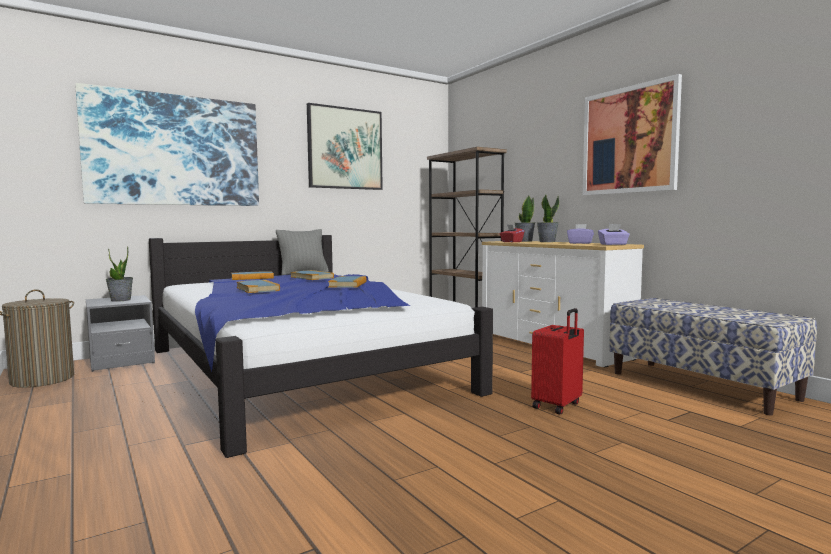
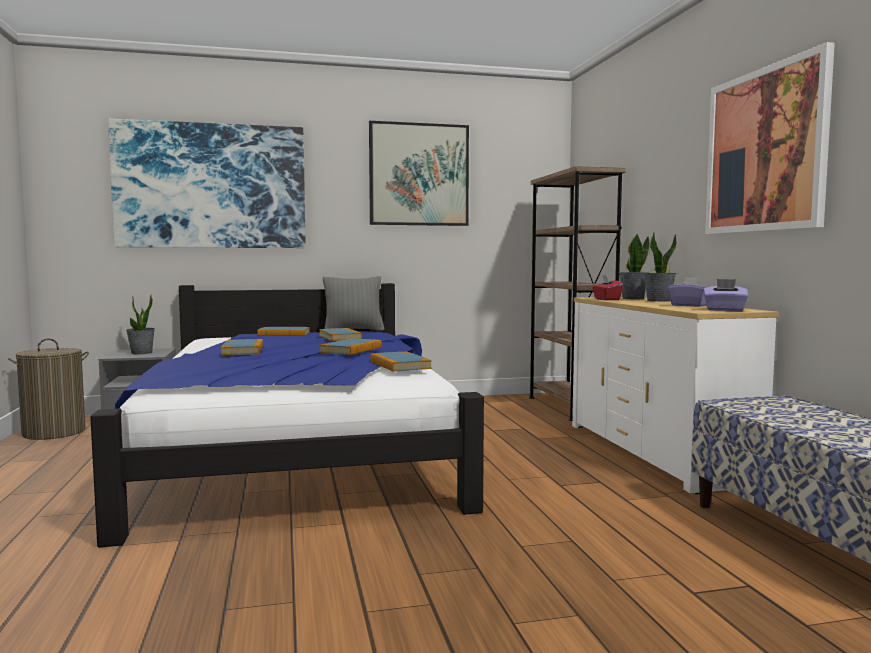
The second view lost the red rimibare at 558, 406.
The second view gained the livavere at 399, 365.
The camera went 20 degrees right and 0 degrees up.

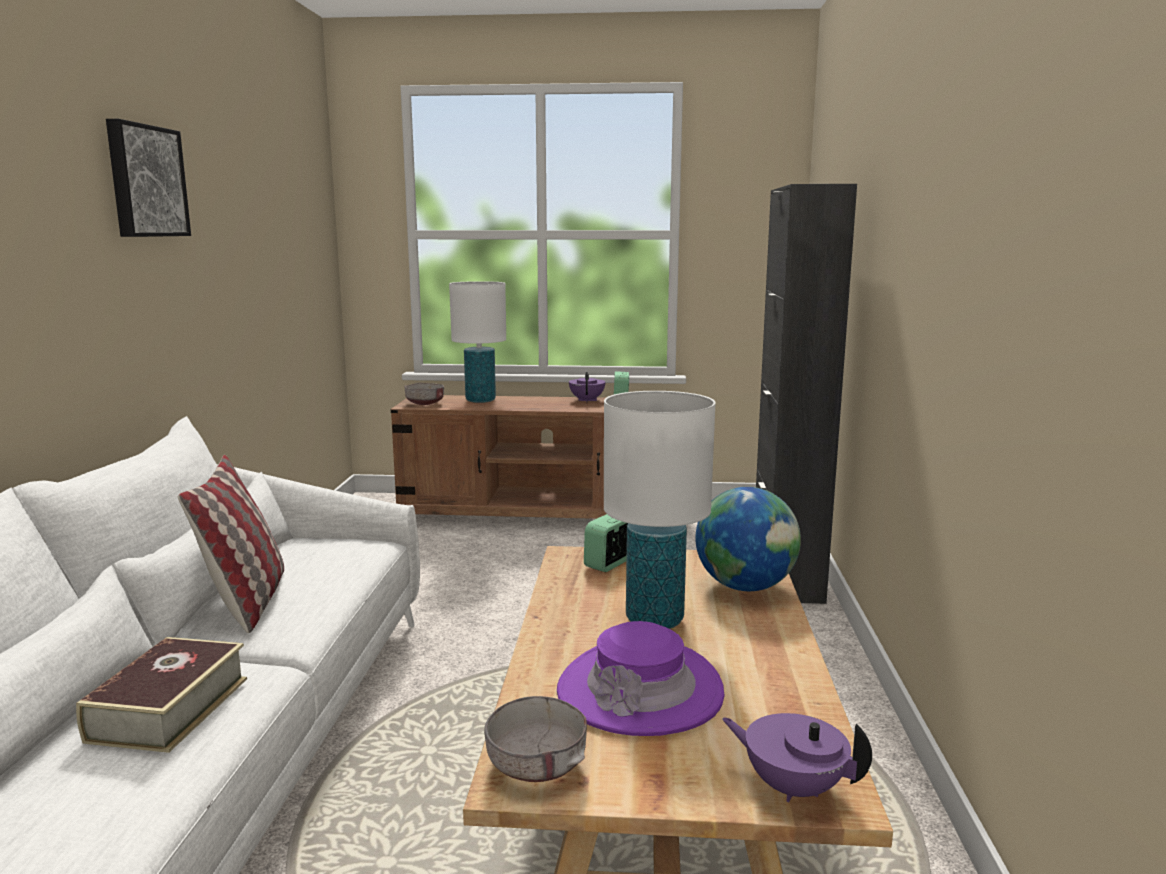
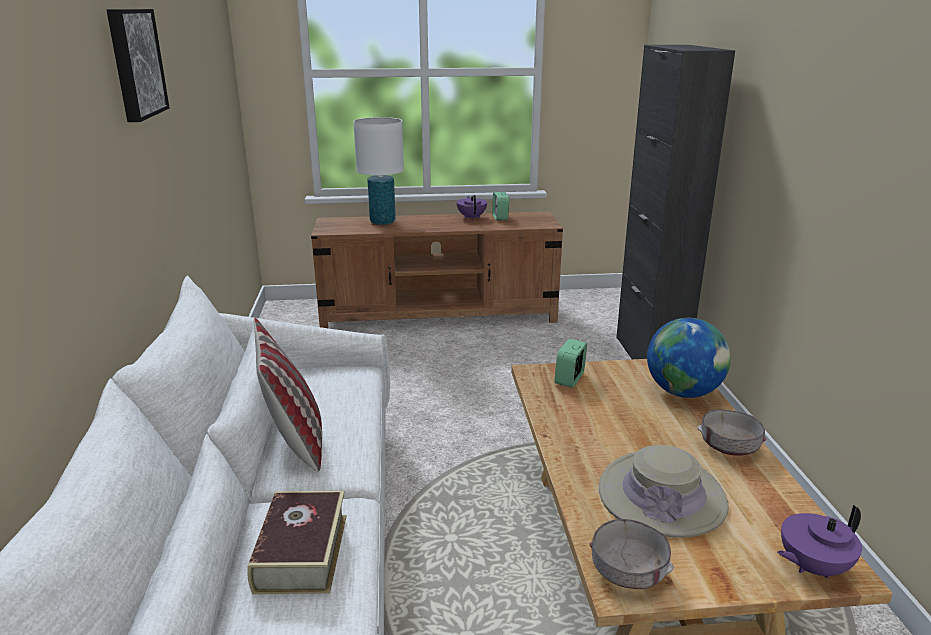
The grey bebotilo ended up elsewhere, having gone from 425, 404 to 729, 447.
What was the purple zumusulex at 640, 690 turned into the beige zumusulex at 662, 496.
The second view lost the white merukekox at 654, 620.
The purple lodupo at 793, 787 ended up facing another way, 45 degrees counterclockwise from before.
The camera went 10 degrees left and 10 degrees up.

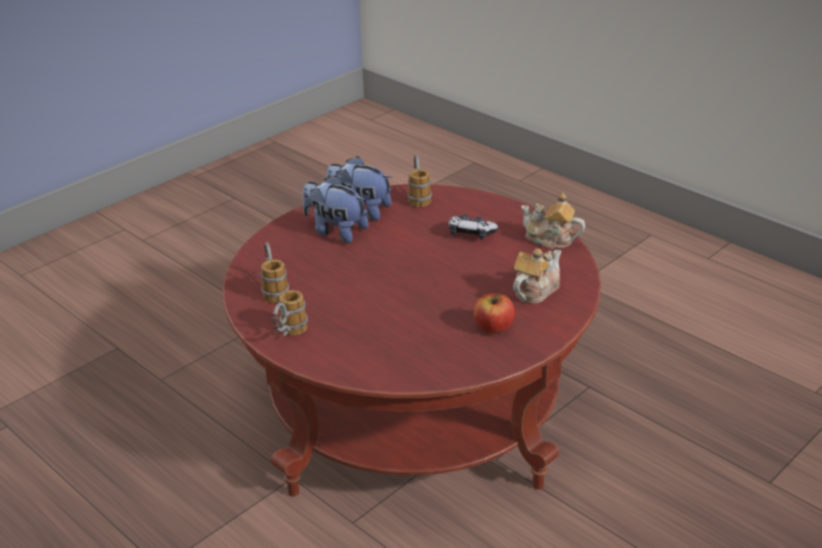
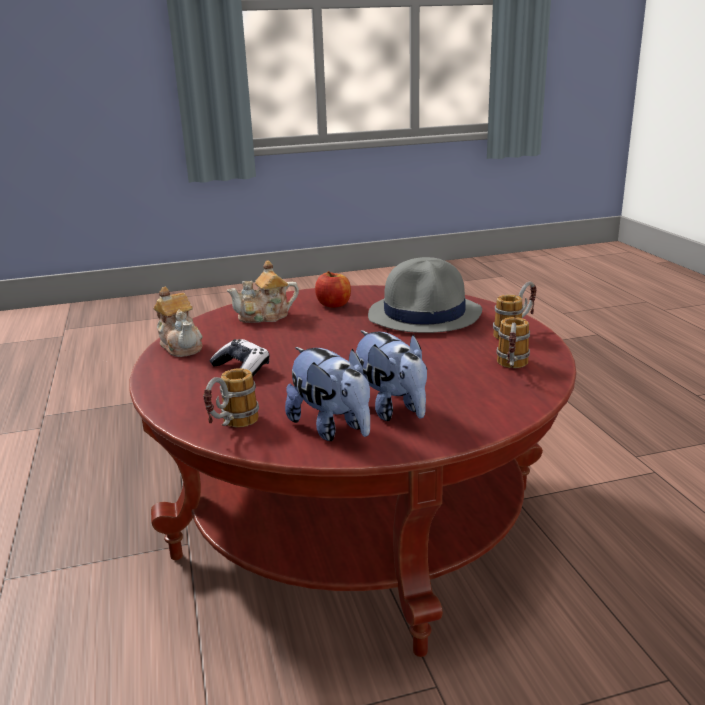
The second view gained the grey zumusulex at 425, 315.
The camera went 150 degrees left and 10 degrees down.

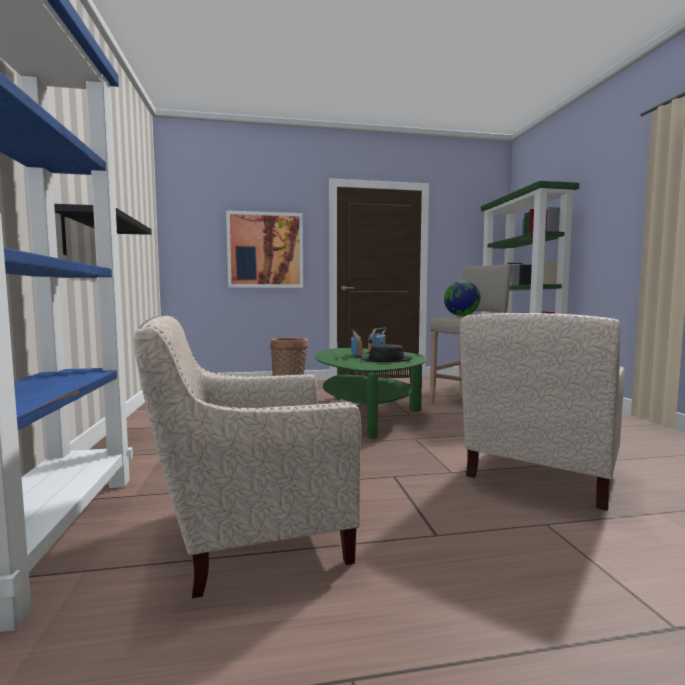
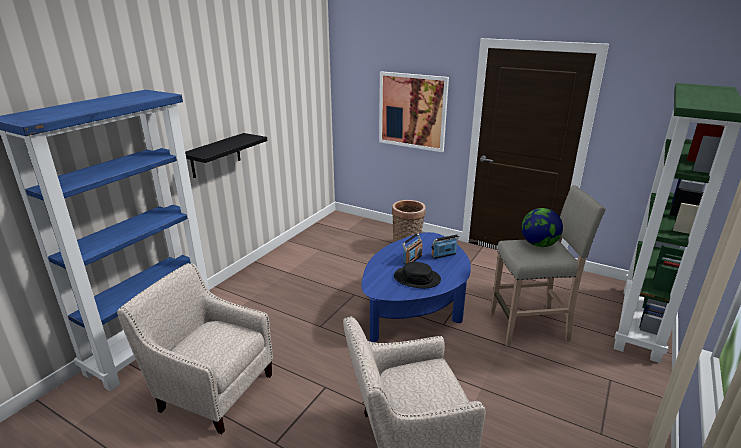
What was the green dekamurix at 367, 413 turned into the blue dekamurix at 415, 307.
The camera went 40 degrees right and 20 degrees up.

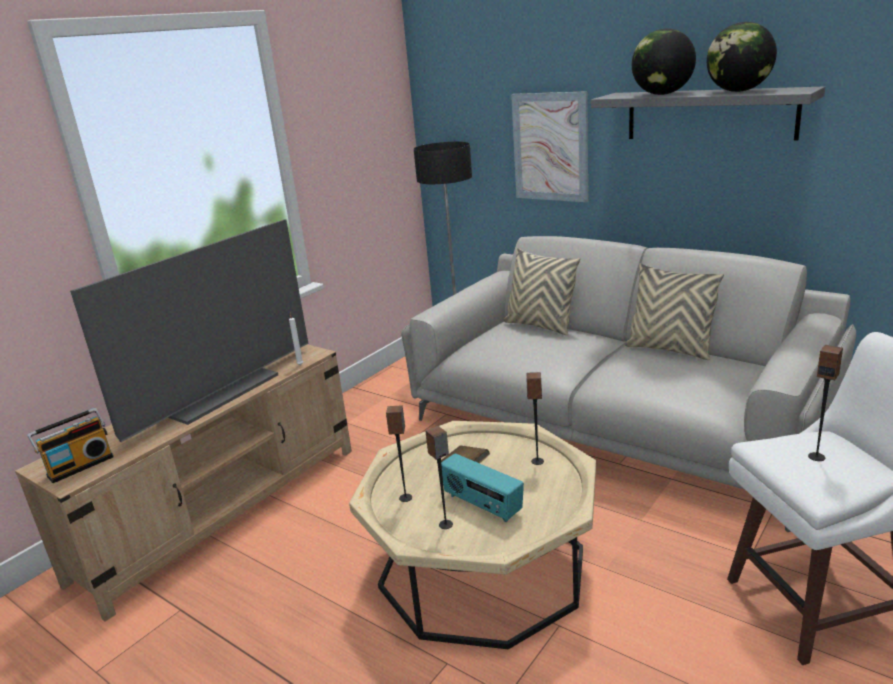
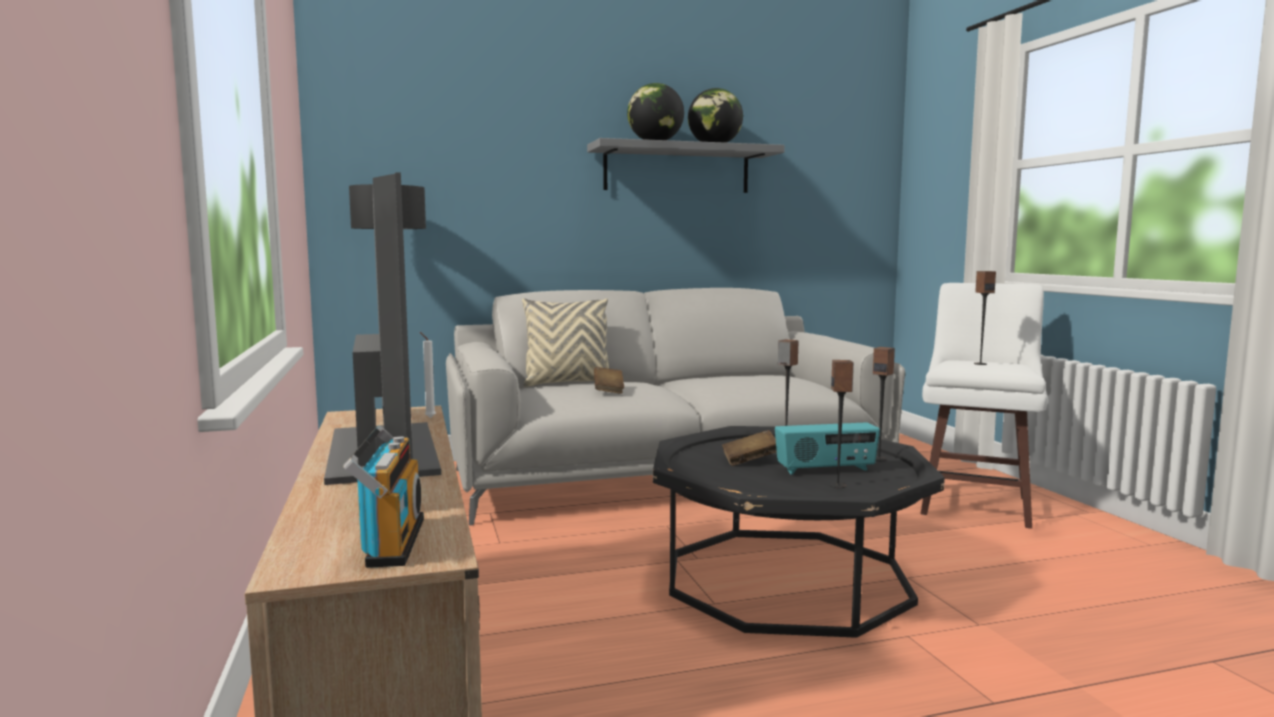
What was the beige dekamurix at 482, 568 turned into the black dekamurix at 786, 579.
The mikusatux ended up elsewhere, having gone from 406, 498 to 879, 459.
The second view lost the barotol at 550, 147.
The second view lost the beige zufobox at 670, 349.
The second view gained the brown livavere at 608, 390.
The camera went 55 degrees left and 15 degrees down.

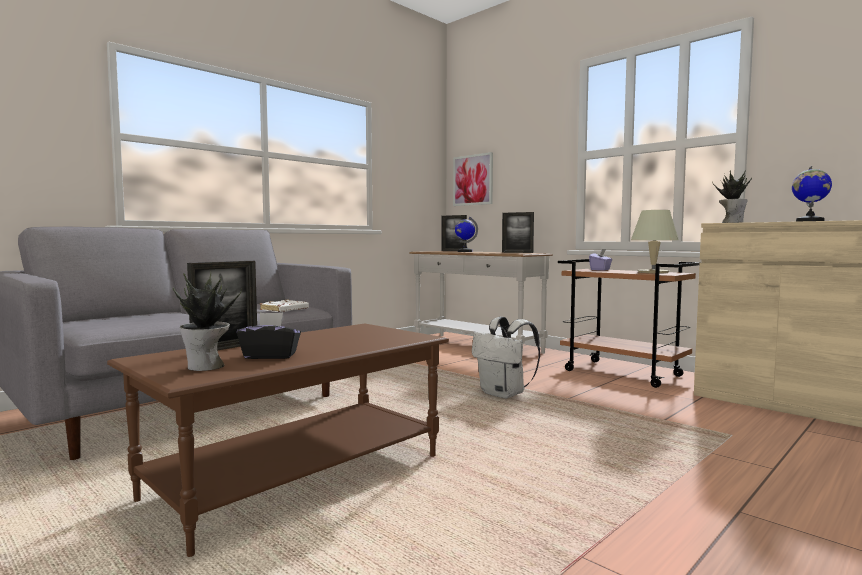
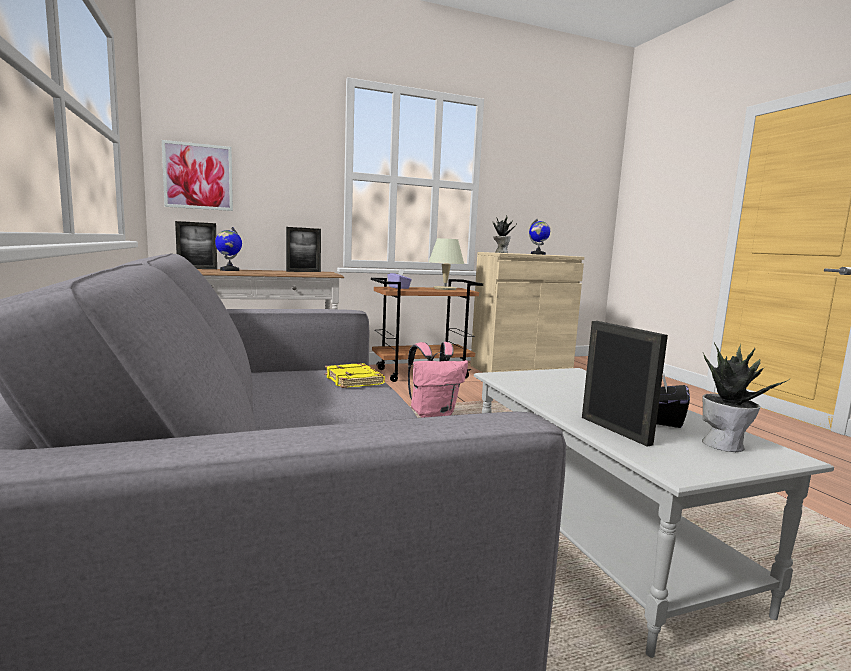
What was the brown dekamurix at 298, 476 turned into the grey dekamurix at 595, 538.
What was the white livavere at 284, 310 turned into the yellow livavere at 355, 380.
What was the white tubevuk at 504, 394 turned into the pink tubevuk at 433, 414.
The camera went 65 degrees left and 5 degrees up.

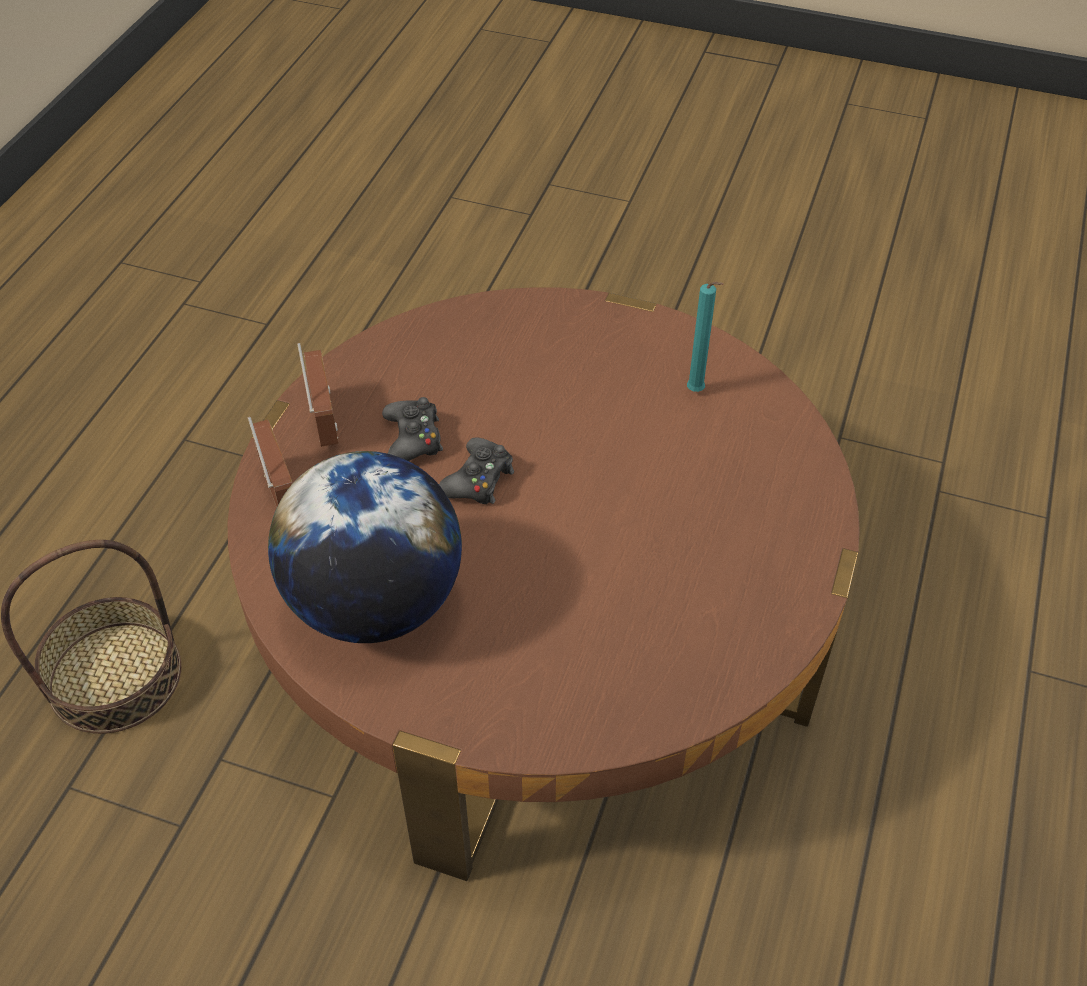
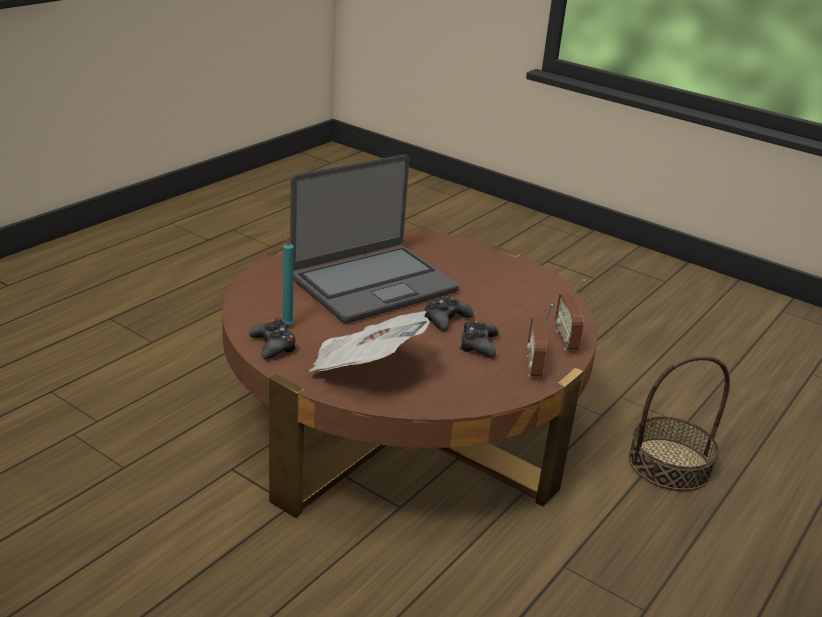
The second view lost the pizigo at 375, 603.
The second view gained the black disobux at 273, 346.
The second view gained the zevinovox at 373, 284.
The second view gained the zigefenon at 365, 368.
The camera went 165 degrees left and 20 degrees down.

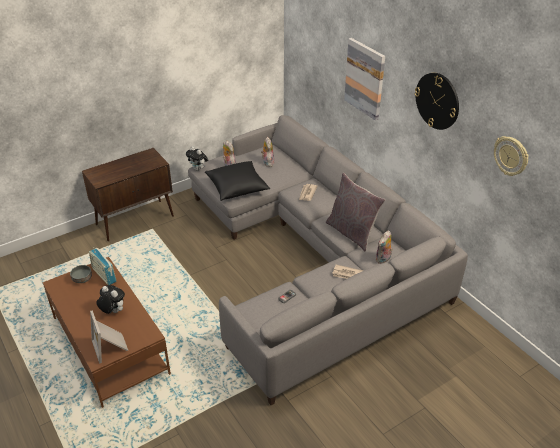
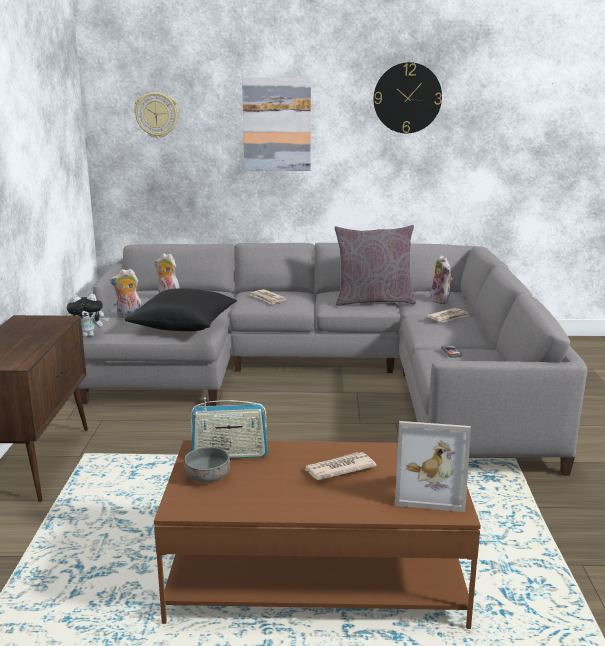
Where the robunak stood at 113, 311, the zigefenon came to stand at 338, 468.
The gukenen ended up elsewhere, having gone from 511, 156 to 156, 115.
The camera went 55 degrees left and 20 degrees down.

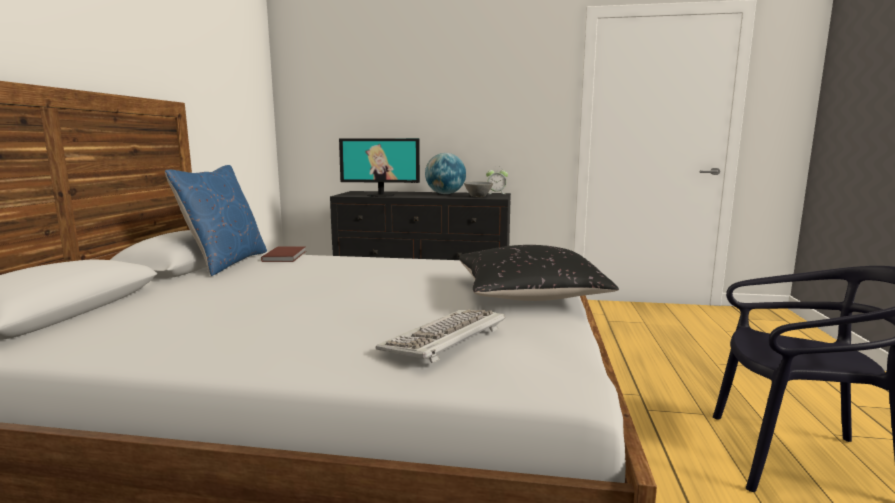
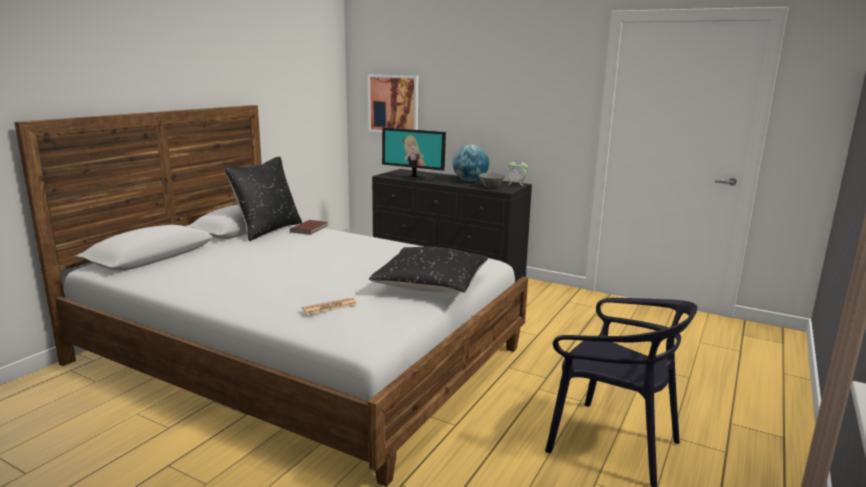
What was the blue zufobox at 226, 262 turned into the black zufobox at 267, 230.
Where the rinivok stood at 445, 338, the zigefenon came to stand at 330, 307.
The second view gained the barotol at 393, 104.
The camera went 20 degrees right and 5 degrees up.

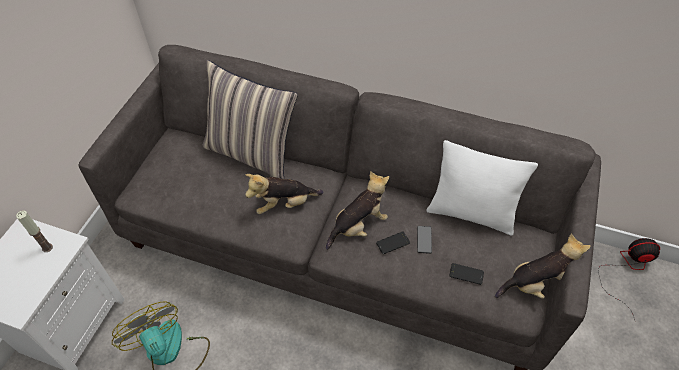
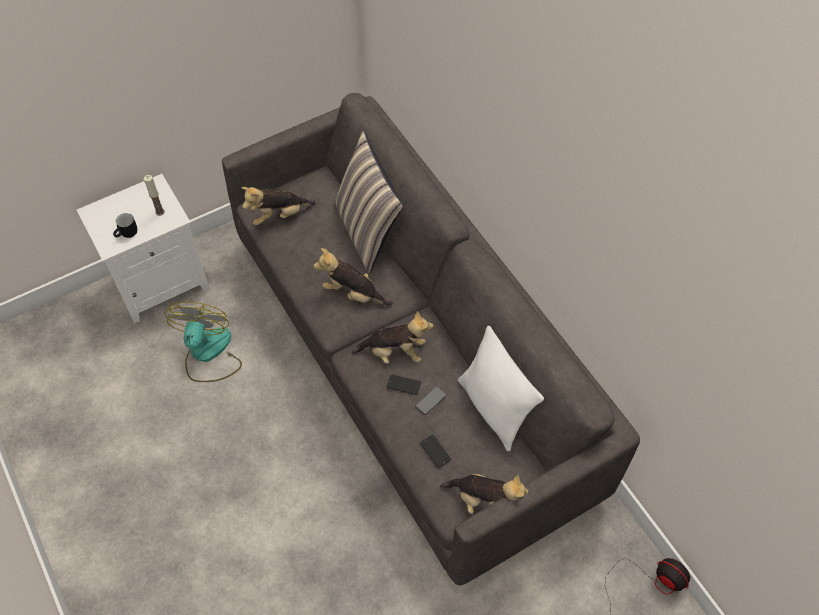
The second view gained the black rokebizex at 128, 234.
The second view gained the robunak at 279, 215.
The camera went 40 degrees right and 5 degrees up.

